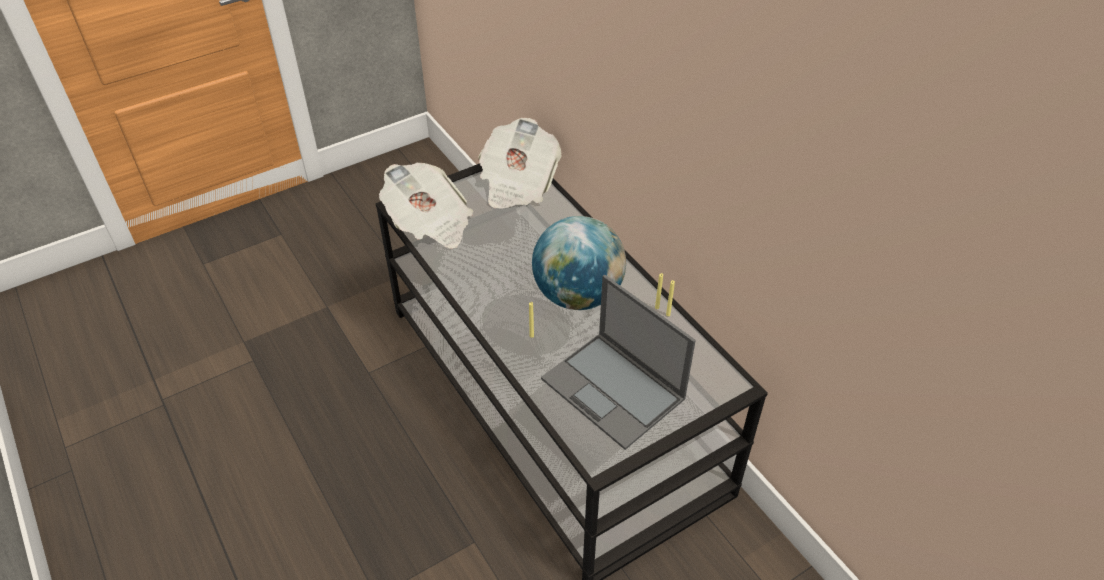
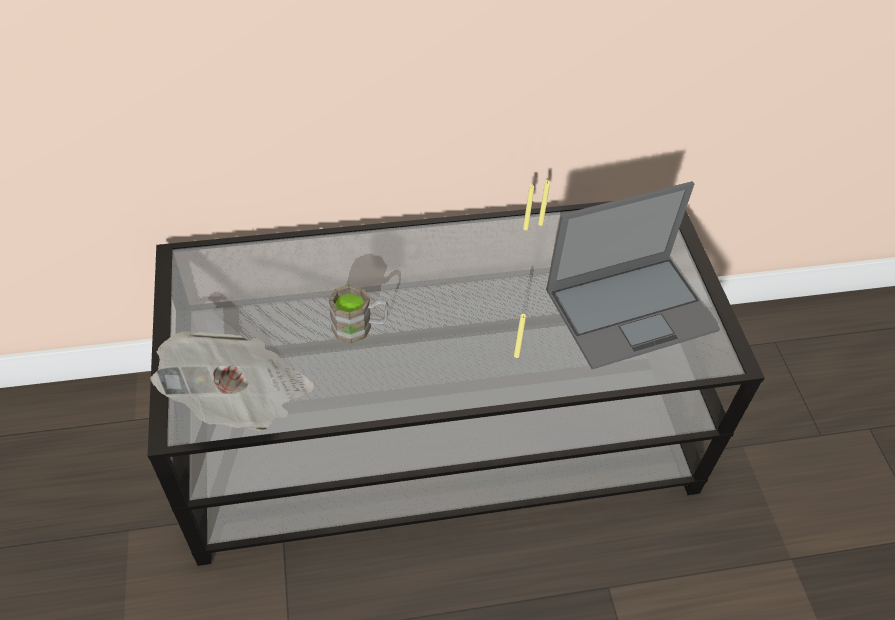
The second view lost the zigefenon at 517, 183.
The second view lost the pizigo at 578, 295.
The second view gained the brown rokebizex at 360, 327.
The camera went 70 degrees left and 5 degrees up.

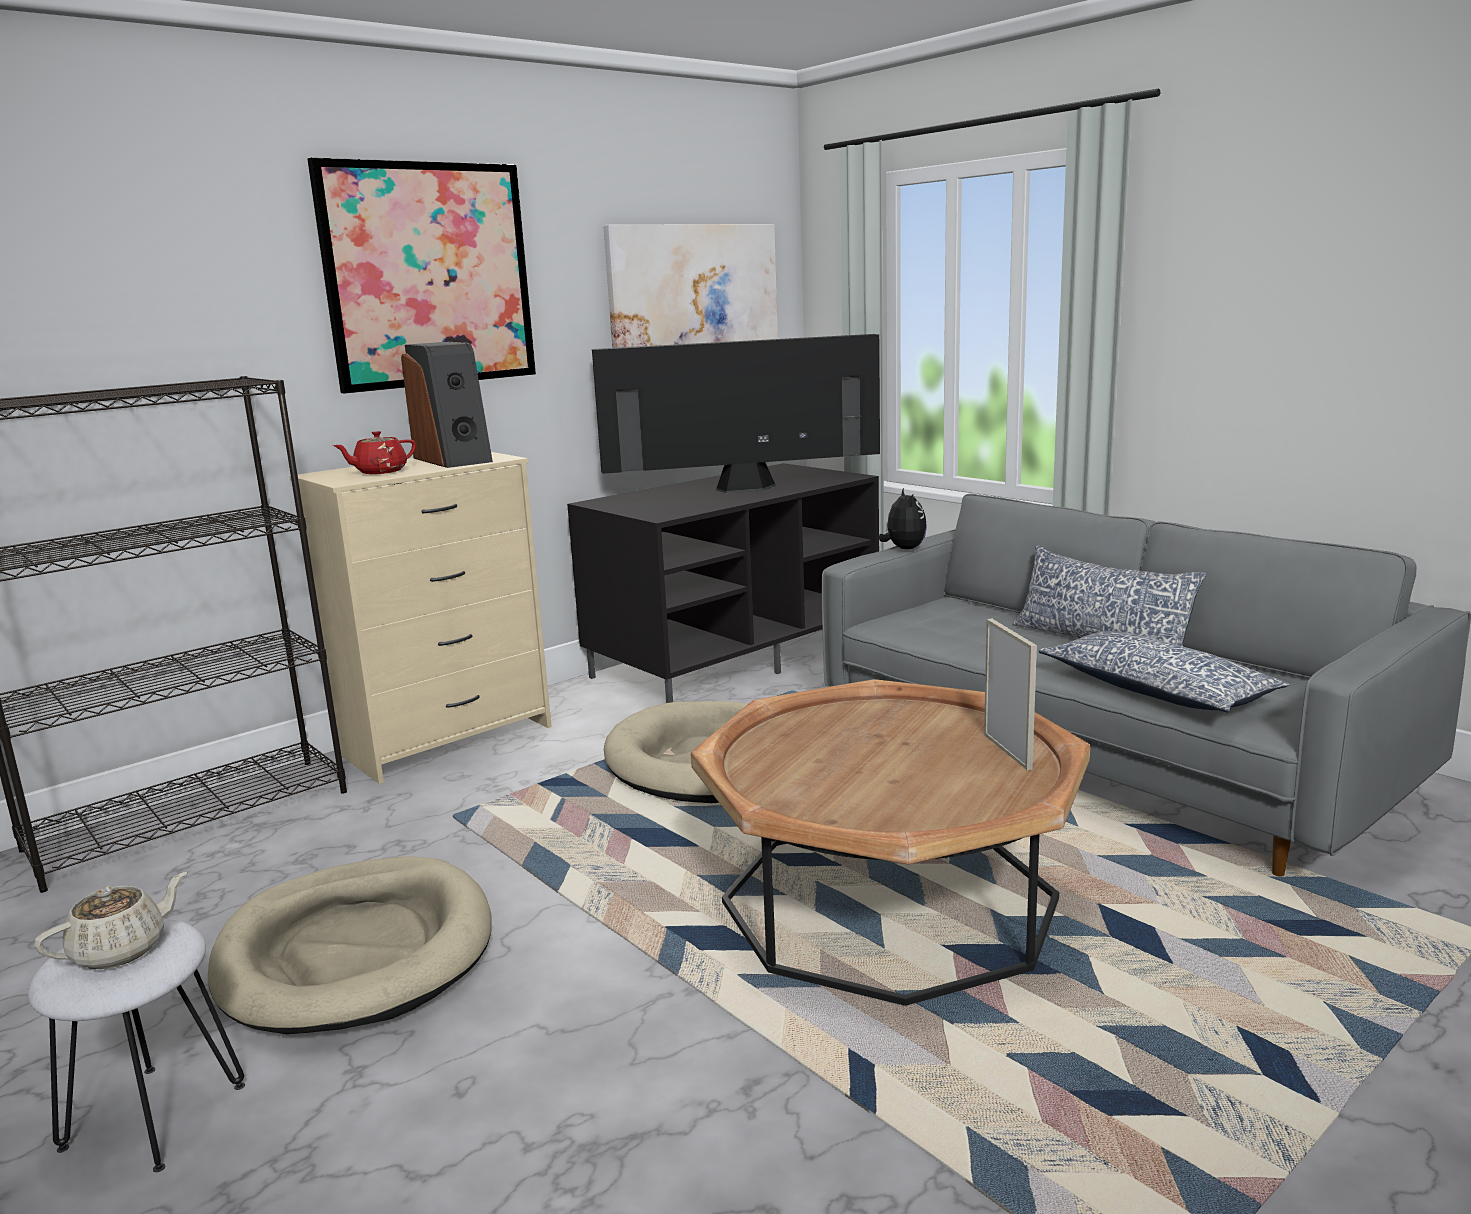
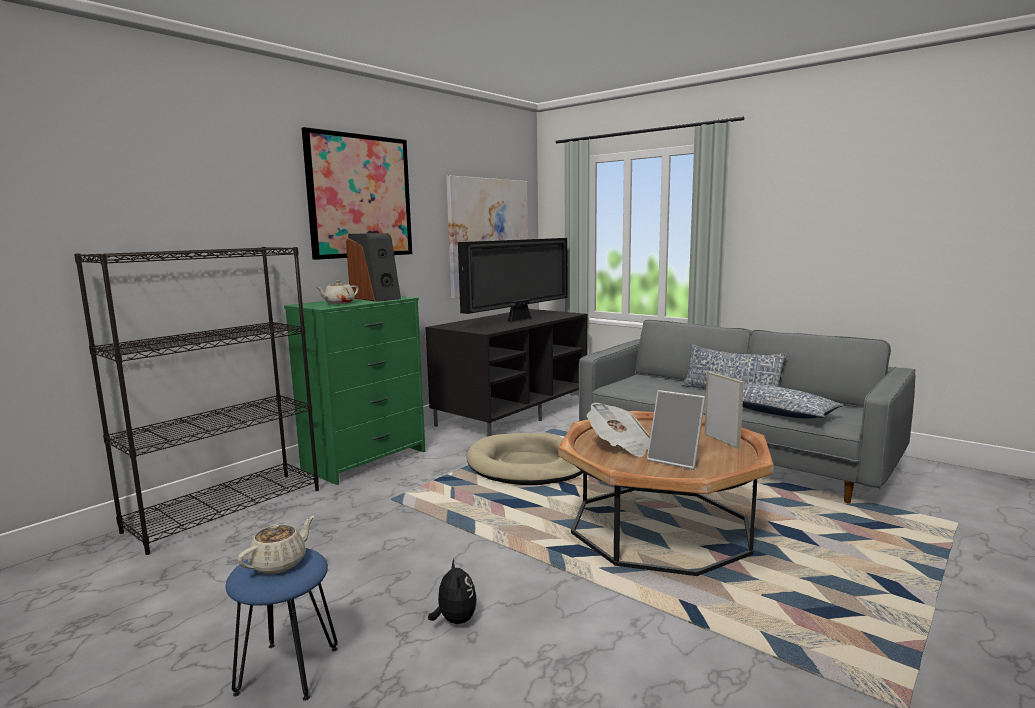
What was the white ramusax at 152, 1116 turned into the blue ramusax at 287, 670.
The second view lost the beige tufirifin at 357, 952.
What was the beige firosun at 446, 739 turned into the green firosun at 365, 460.
What was the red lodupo at 380, 472 turned into the beige lodupo at 339, 303.
The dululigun at 743, 489 ended up facing another way, 150 degrees clockwise from before.
The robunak ended up elsewhere, having gone from 903, 549 to 455, 620.
The second view gained the zigefenon at 620, 446.
The second view gained the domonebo at 676, 460.
The camera went 10 degrees left and 5 degrees down.

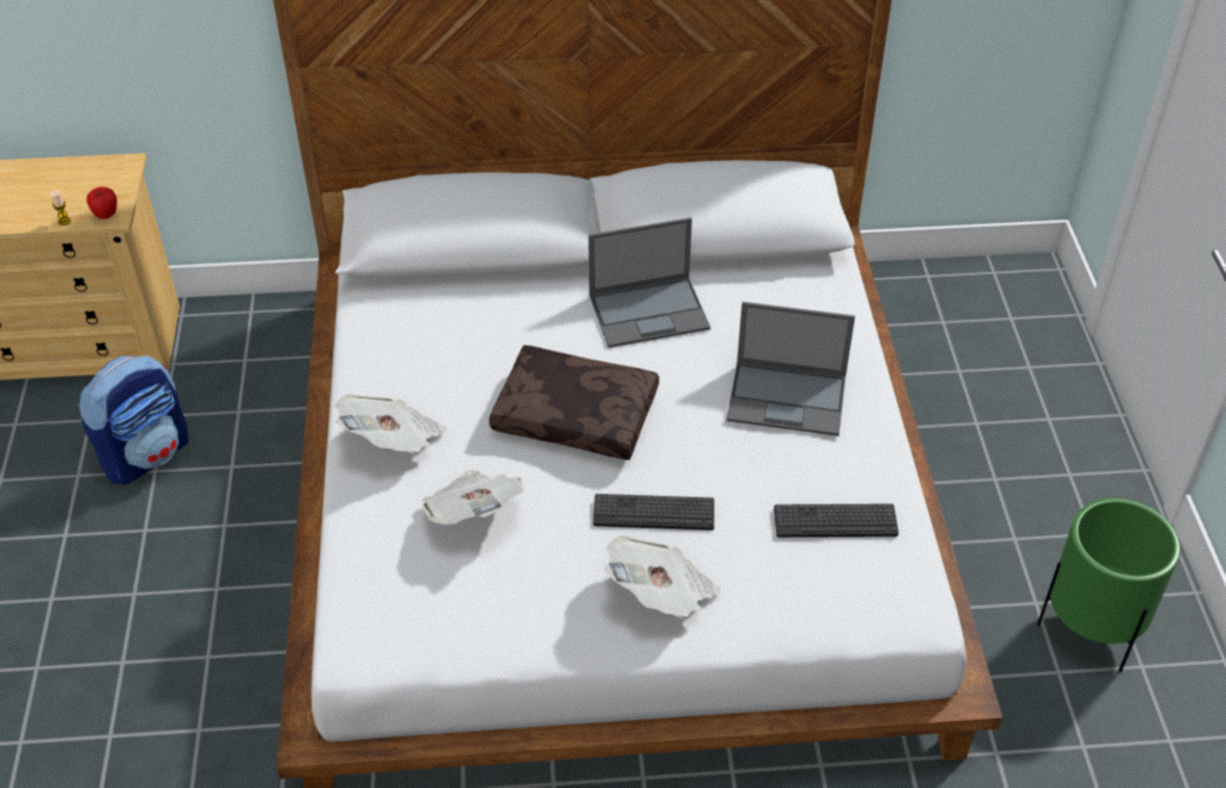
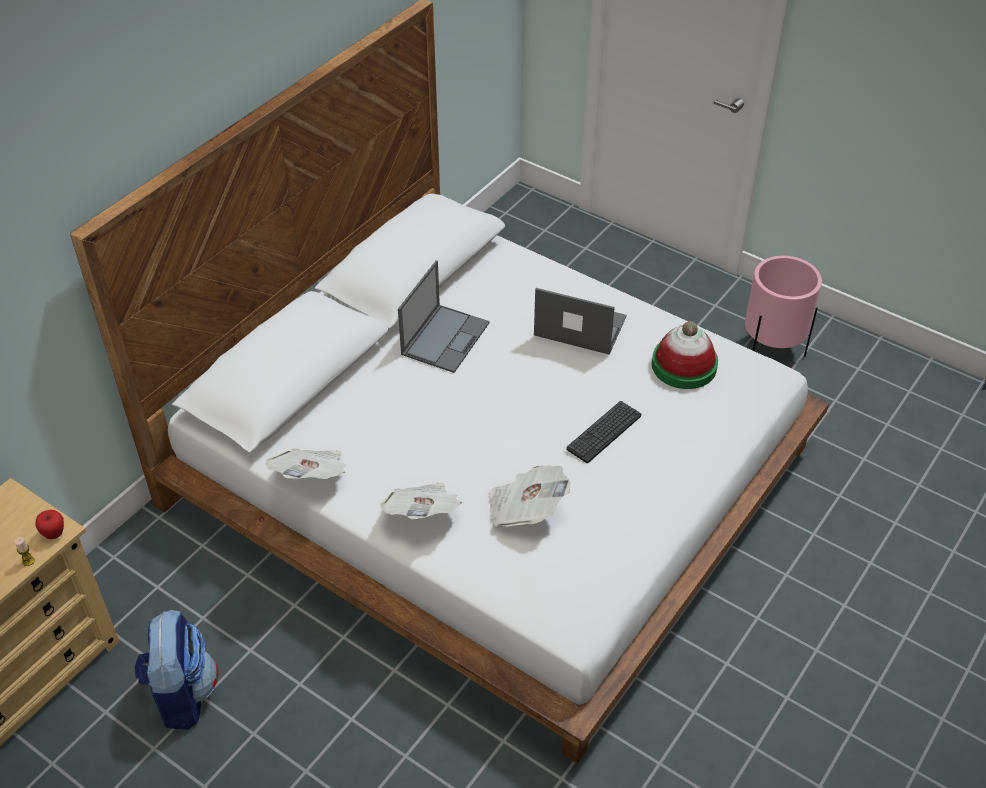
The second view lost the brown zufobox at 577, 414.
The zigefenon ended up elsewhere, having gone from 662, 594 to 312, 477.
The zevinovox at 788, 398 ended up facing another way, 120 degrees counterclockwise from before.
Where the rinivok stood at 835, 521, the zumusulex came to stand at 684, 365.
What was the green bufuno at 1090, 631 turned into the pink bufuno at 772, 349.
The camera went 50 degrees left and 0 degrees up.

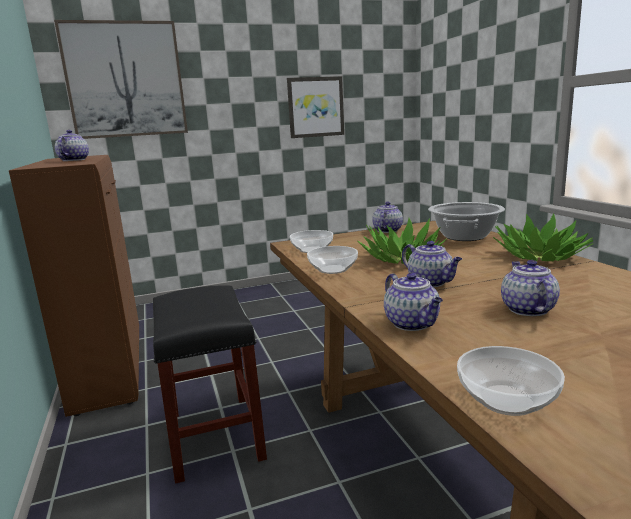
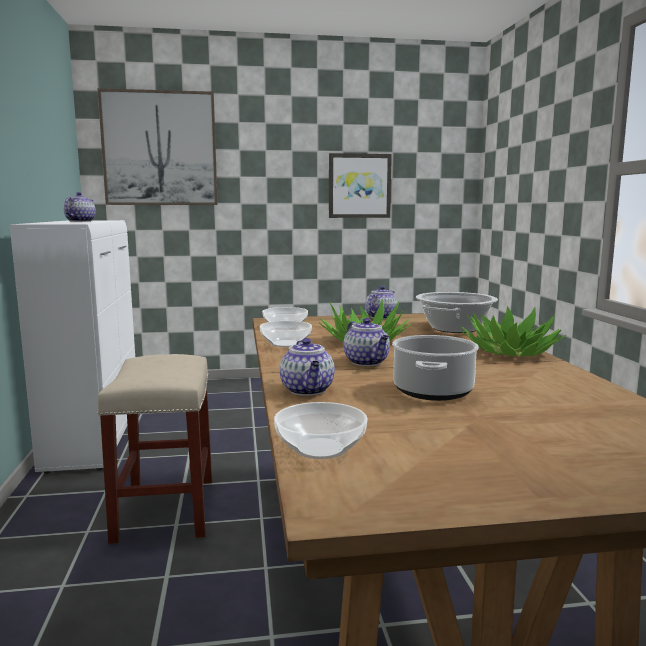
What was the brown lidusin at 109, 370 turned into the white lidusin at 94, 437.
What was the black ramusax at 214, 434 turned into the beige ramusax at 165, 508.
Where the lodupo stood at 526, 309, the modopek came to stand at 432, 391.
The camera went 10 degrees right and 5 degrees down.

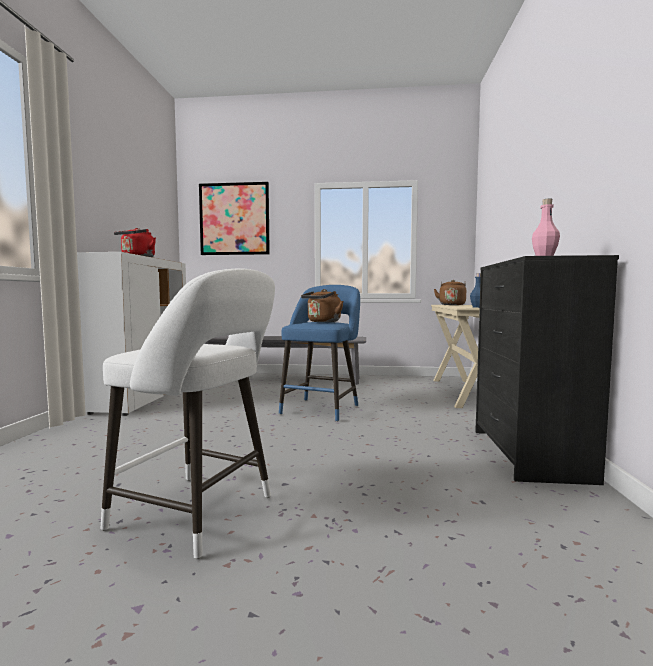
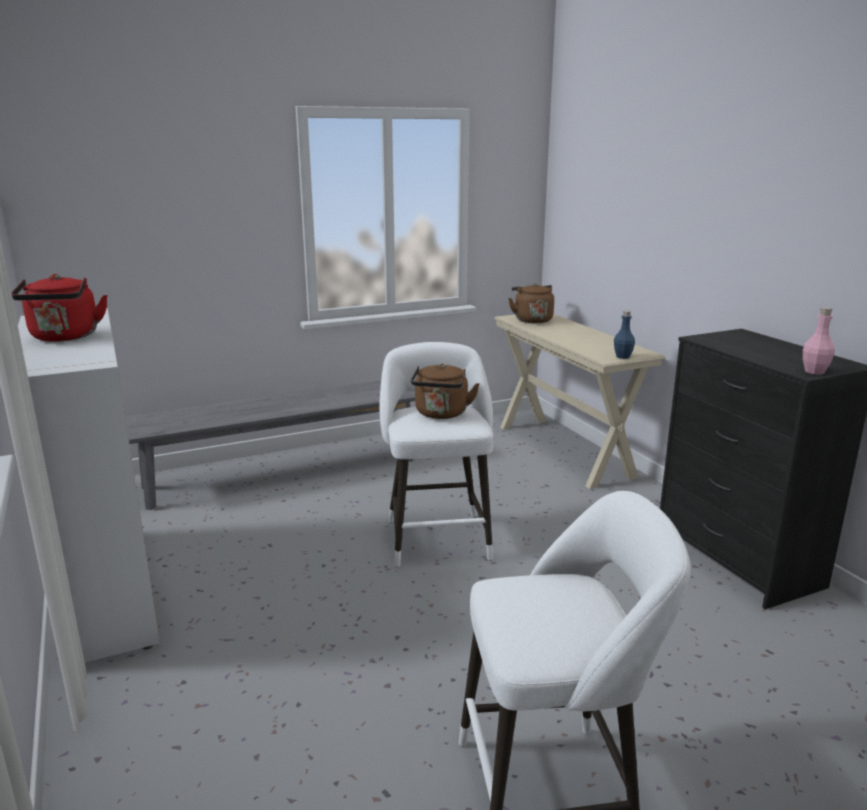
The second view lost the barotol at 234, 219.
What was the blue ramusax at 322, 408 turned into the white ramusax at 437, 536.
The camera went 30 degrees left and 15 degrees up.

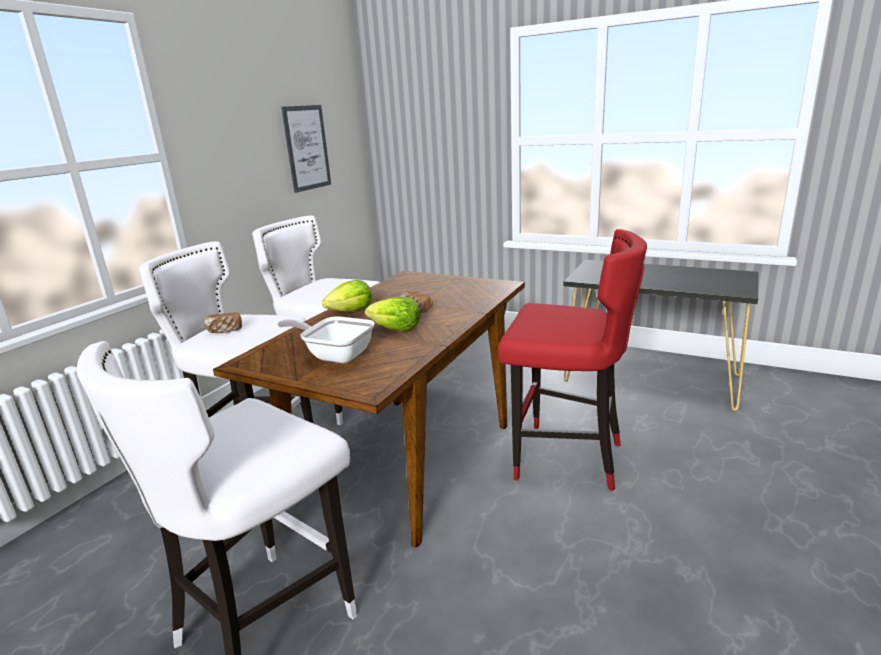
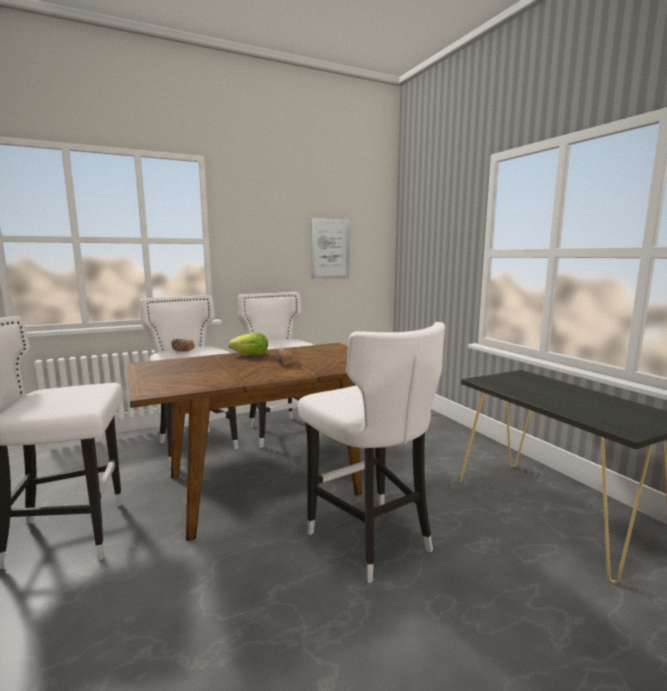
The second view lost the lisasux at 335, 355.
The second view lost the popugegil at 396, 329.
What was the red ramusax at 566, 458 turned into the white ramusax at 369, 538.
The camera went 35 degrees right and 10 degrees down.

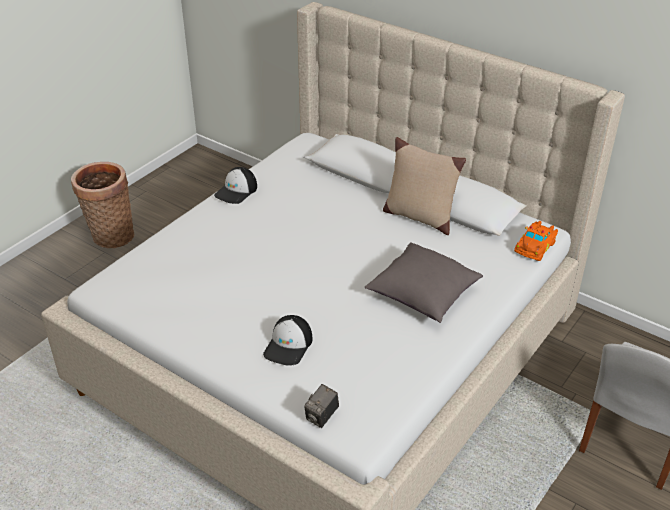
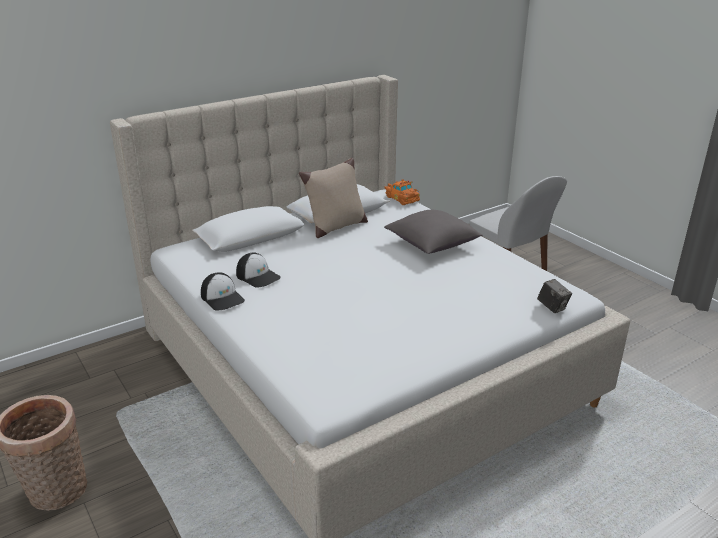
The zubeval ended up elsewhere, having gone from 289, 346 to 258, 276.
The camera went 70 degrees left and 10 degrees down.

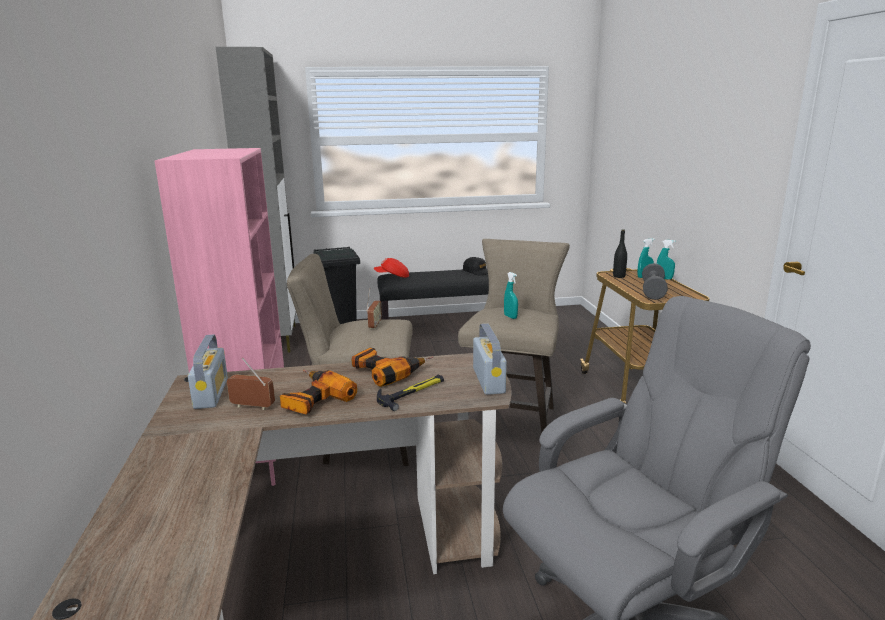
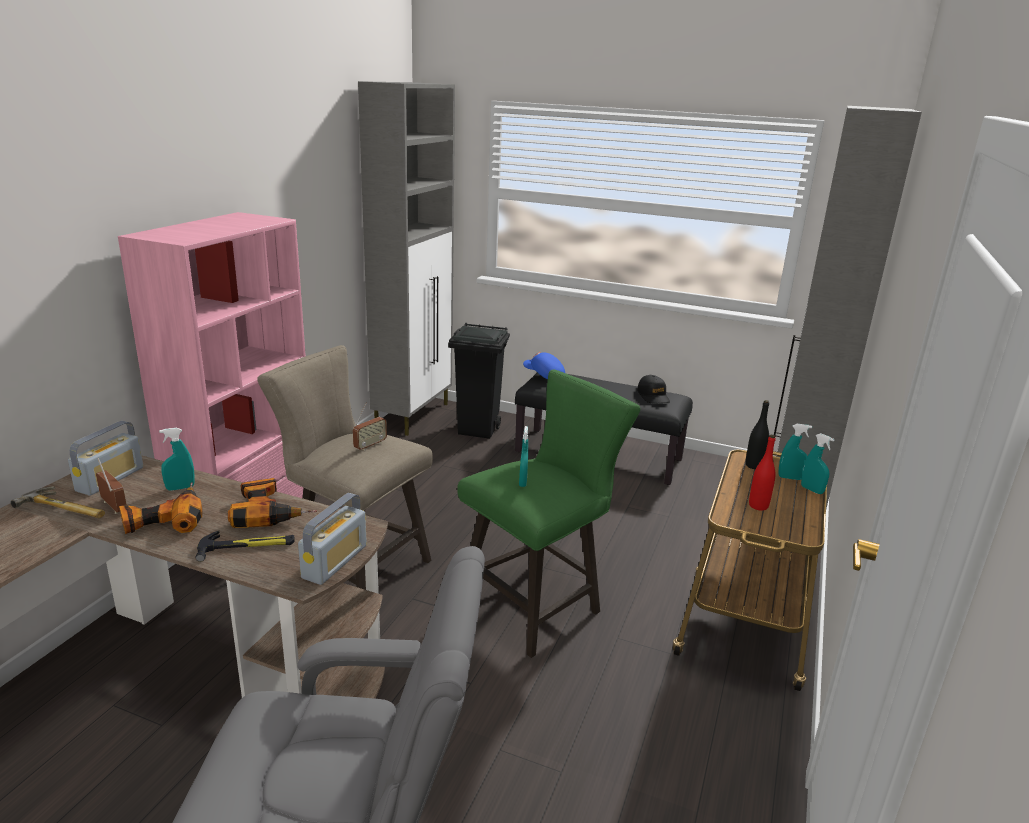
What was the red zubeval at 392, 276 turned into the blue zubeval at 544, 376.
What was the beige ramusax at 512, 415 turned into the green ramusax at 538, 602.
Where the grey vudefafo stood at 653, 291, the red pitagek came to stand at 758, 506.
The second view gained the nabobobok at 67, 508.
The second view gained the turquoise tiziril at 180, 488.
The second view gained the grey lidusin at 793, 509.
The camera went 30 degrees right and 5 degrees up.

